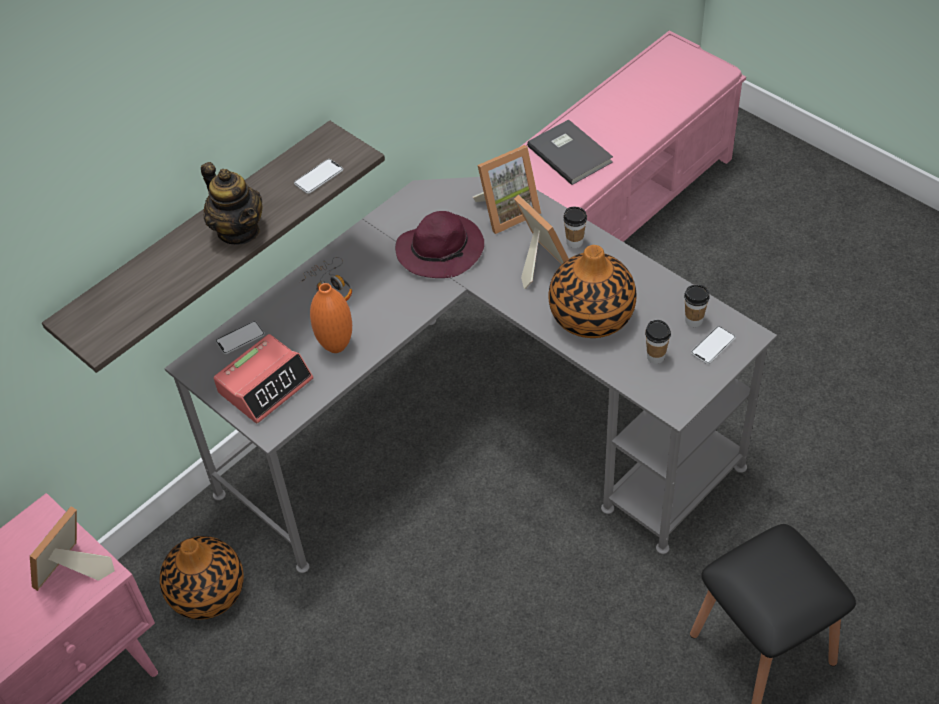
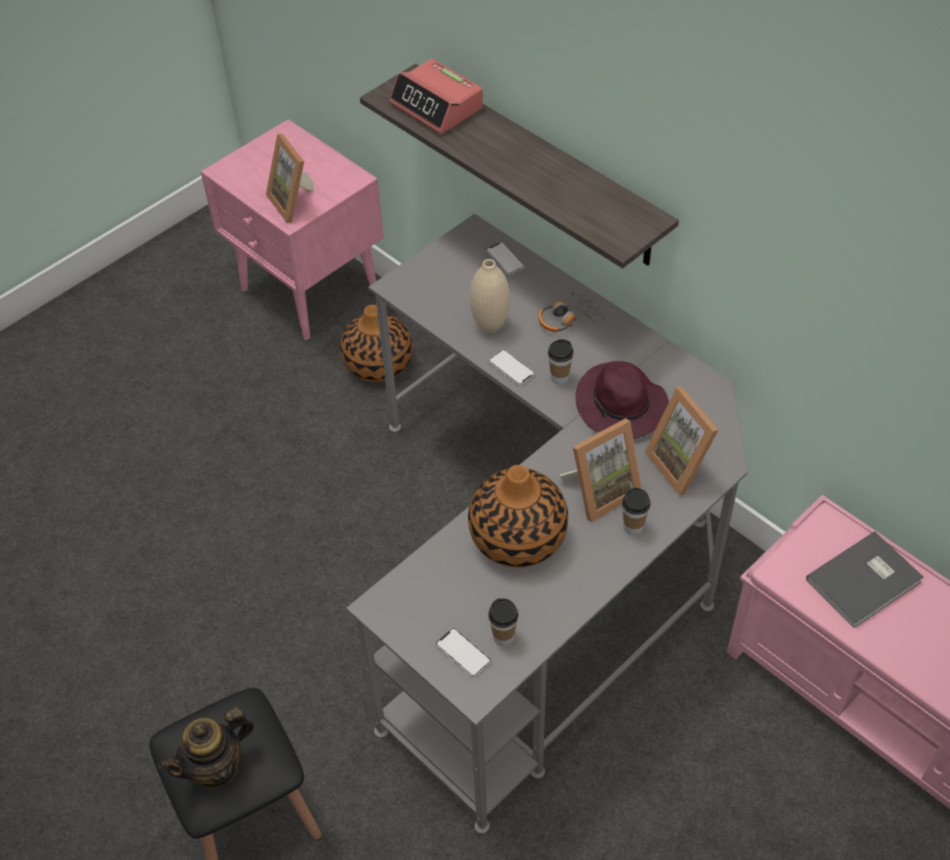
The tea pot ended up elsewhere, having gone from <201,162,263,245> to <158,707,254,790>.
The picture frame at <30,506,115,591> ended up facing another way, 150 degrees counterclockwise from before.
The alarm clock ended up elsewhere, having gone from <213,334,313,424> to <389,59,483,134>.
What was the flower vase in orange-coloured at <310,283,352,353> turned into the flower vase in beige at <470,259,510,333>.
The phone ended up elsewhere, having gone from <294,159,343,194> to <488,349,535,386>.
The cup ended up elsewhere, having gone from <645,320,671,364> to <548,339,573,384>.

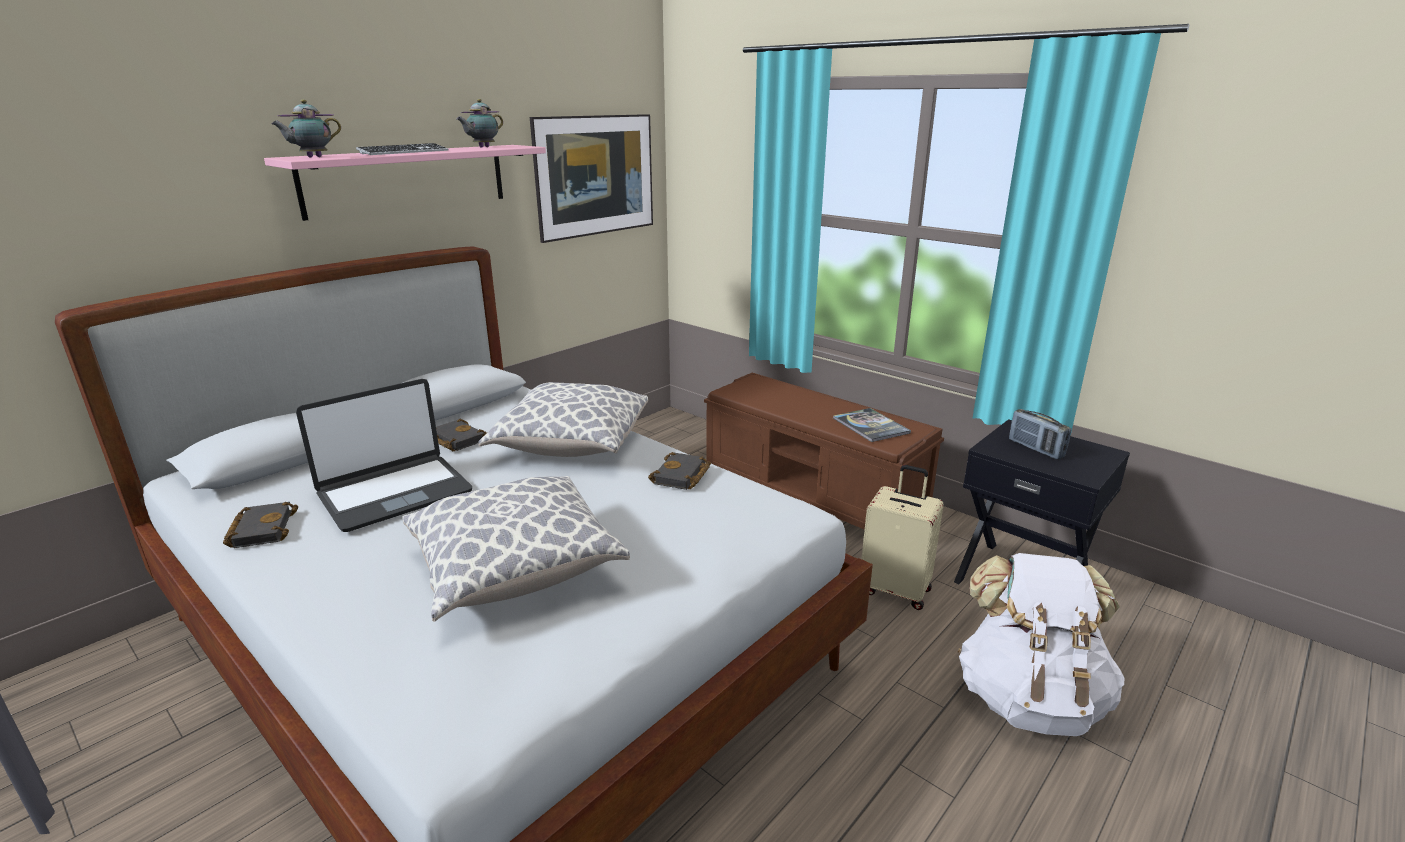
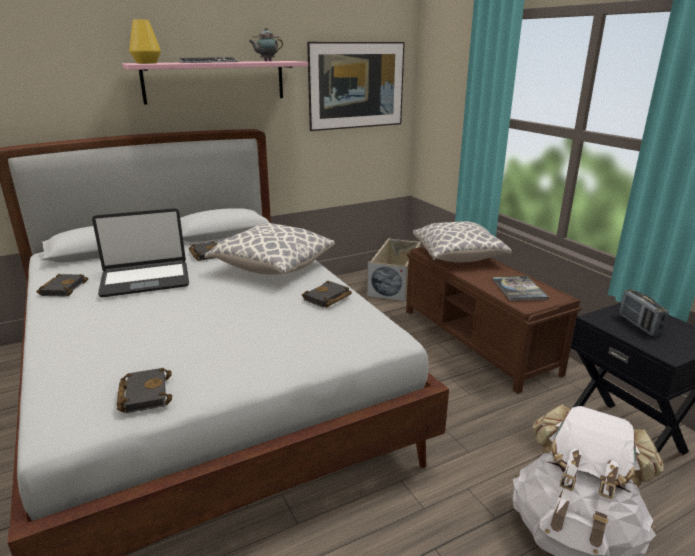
The second view gained the volume in black-coloured at <117,368,172,413>.
Where the tea pot stood at <271,99,341,158>, the flower vase in yellowish came to stand at <129,20,161,64>.
The second view gained the storage box in beige at <367,238,421,302>.
The cushion ended up elsewhere, having gone from <402,476,630,622> to <413,221,512,262>.
The second view lost the suitcase in beige at <862,465,944,610>.

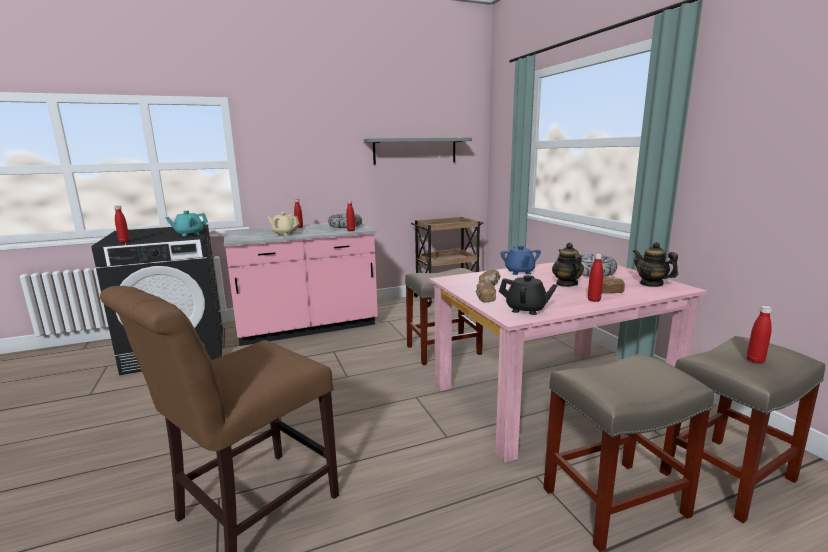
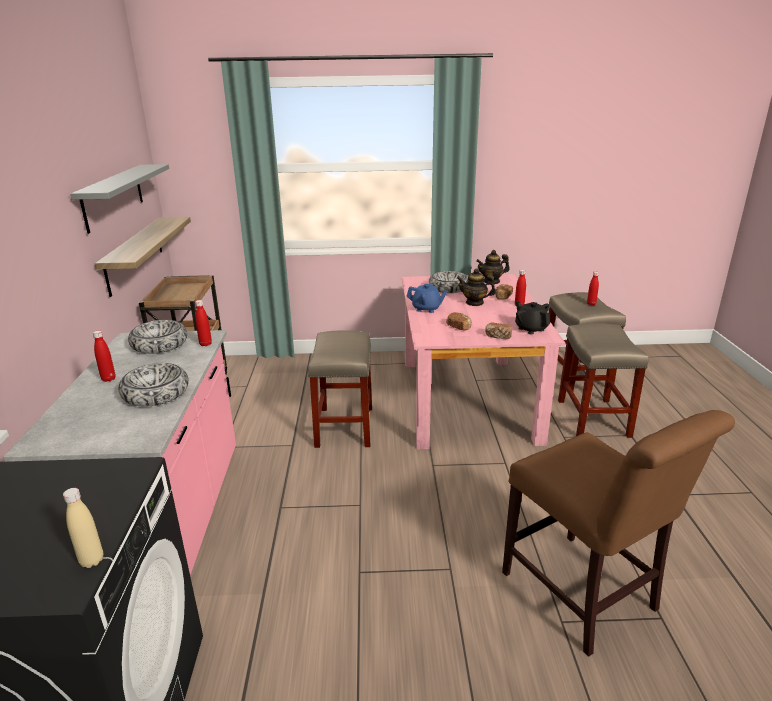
What was the beverage bottle in red-coloured at <114,206,130,243> turned into the beverage bottle in beige at <63,488,103,568>.
The second view gained the bracket shelf at <95,217,191,297>.
Where the tea pot in beige stood at <268,212,299,236>, the bowl came to stand at <118,363,189,406>.
The tea pot in black-coloured at <499,275,558,315> ended up facing another way, 75 degrees counterclockwise from before.
The second view lost the tea pot in turquoise-coloured at <165,211,208,236>.

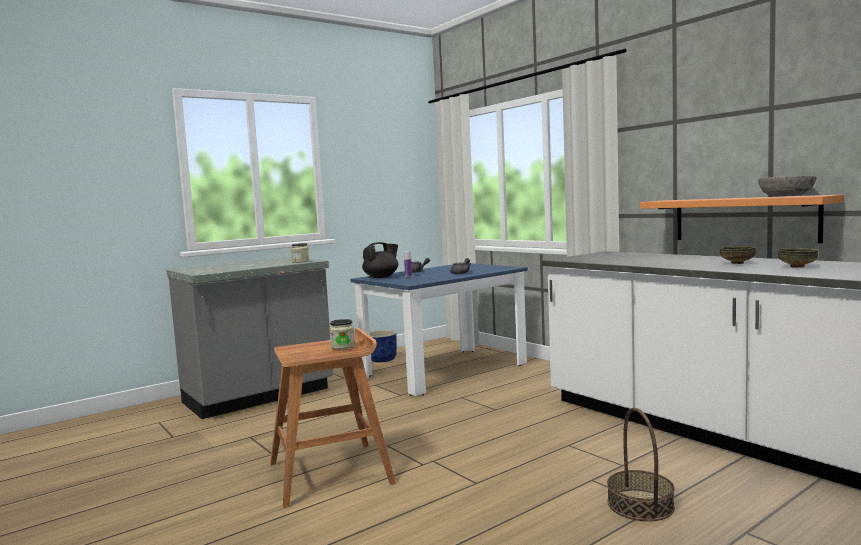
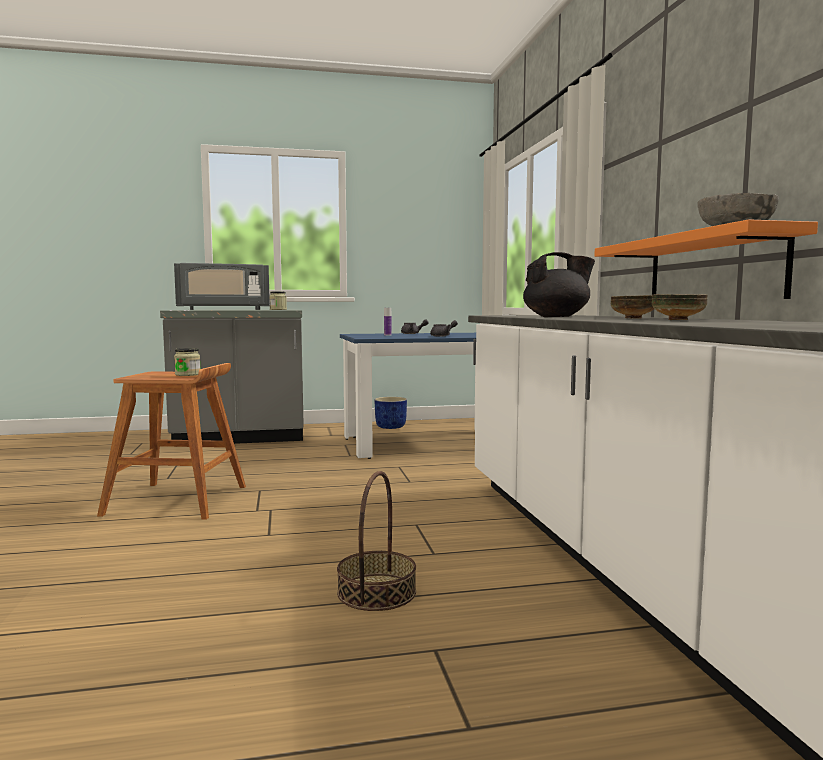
The second view gained the kitchen microwave in grey at <174,263,270,310>.
The tea pot in black-coloured ended up elsewhere, having gone from <362,242,398,278> to <523,252,595,317>.

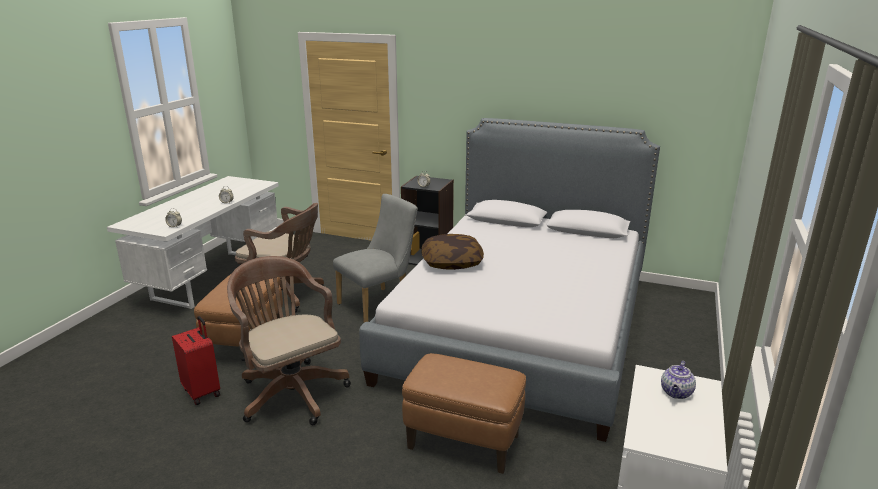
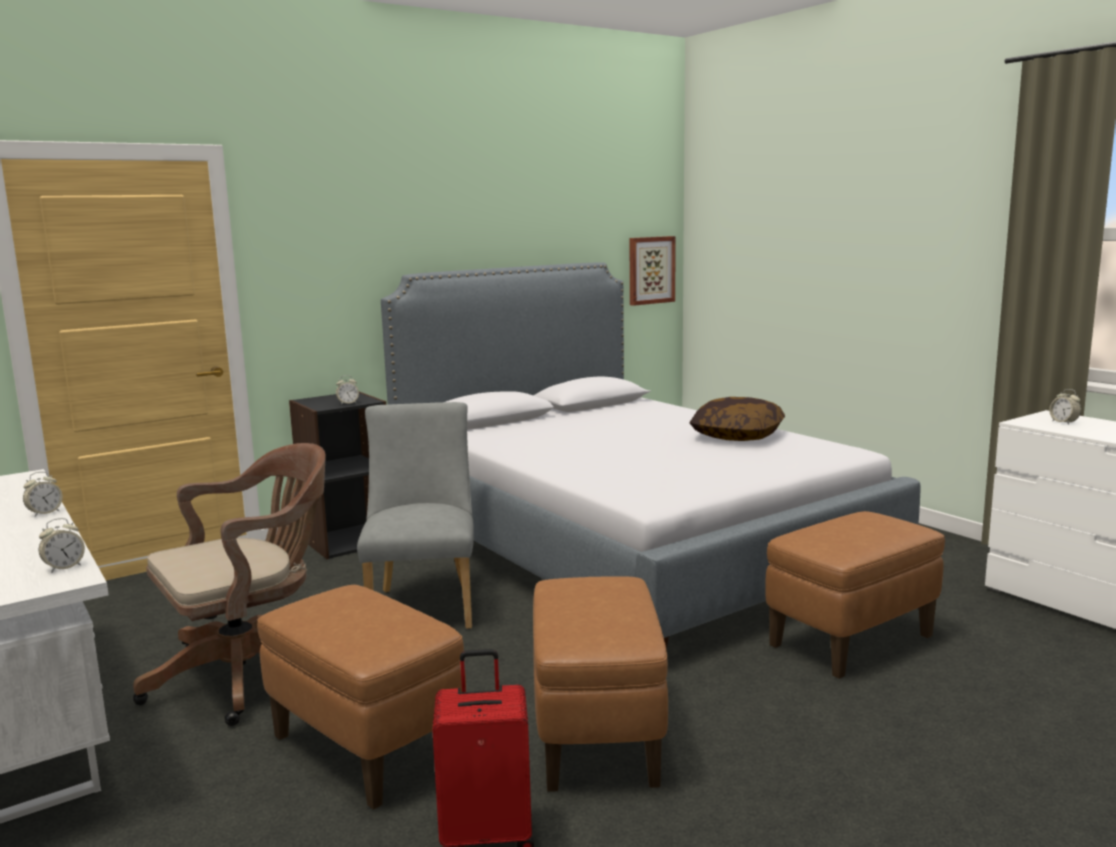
Where the office chair in brown stood at <227,256,351,425>, the pouffe in brown came to stand at <533,576,668,792>.
The second view gained the wall picture at <630,236,676,306>.
The cushion ended up elsewhere, having gone from <421,234,484,270> to <690,397,785,441>.
Where the tea pot stood at <661,361,696,399>, the alarm clock came to stand at <1049,389,1081,425>.

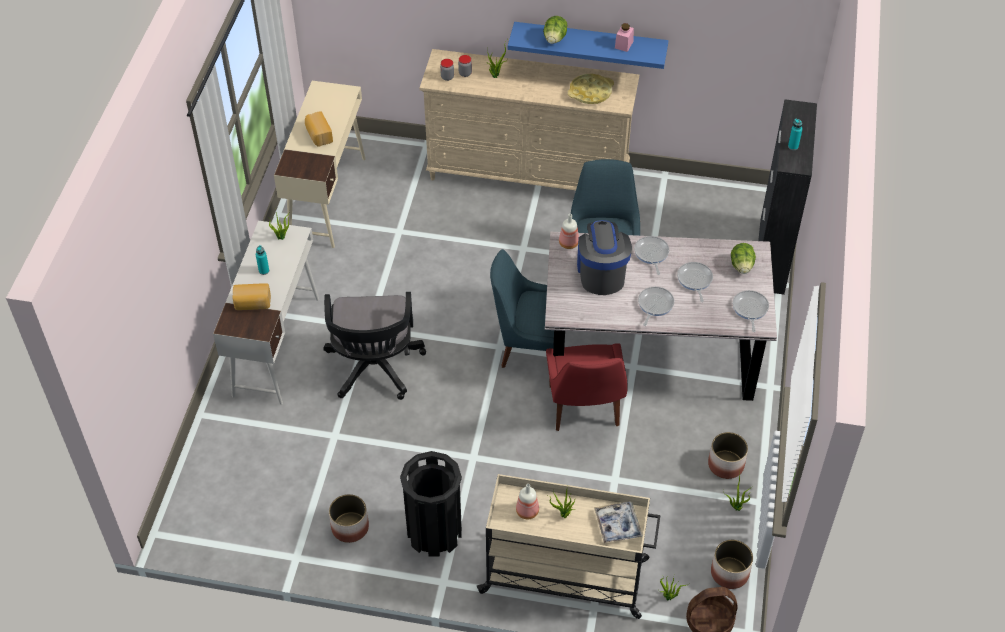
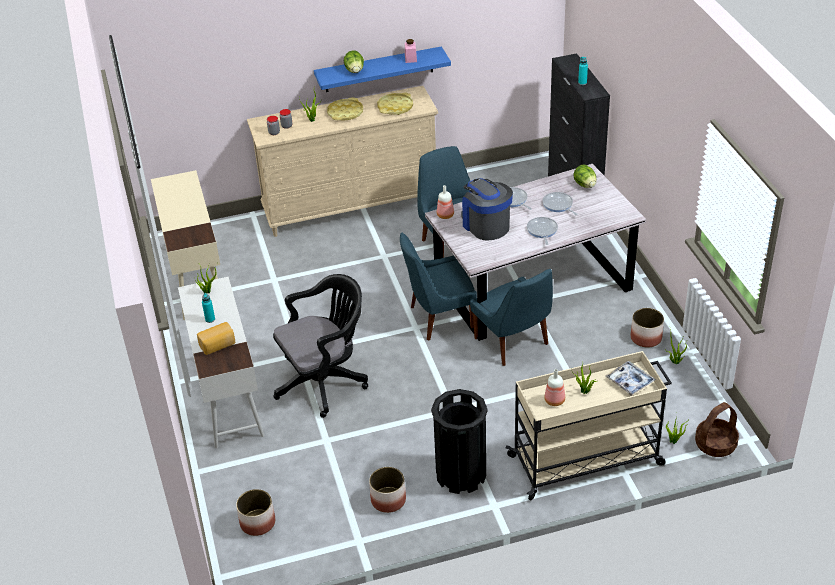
The planter ended up elsewhere, having gone from <711,540,753,589> to <236,489,275,536>.
The office chair in black-coloured at <323,292,426,400> ended up facing another way, 90 degrees counterclockwise from before.
The second view gained the carrying tray in yellowish at <327,97,363,121>.
What was the plain chair in red-coloured at <546,343,628,431> turned into the plain chair in bluish at <470,269,553,366>.
The second view lost the bread at <305,111,333,147>.
The second view lost the frying pan at <733,290,769,332>.

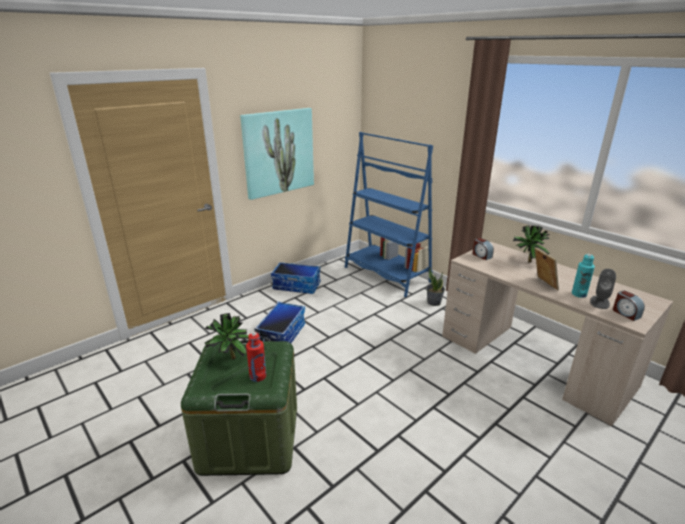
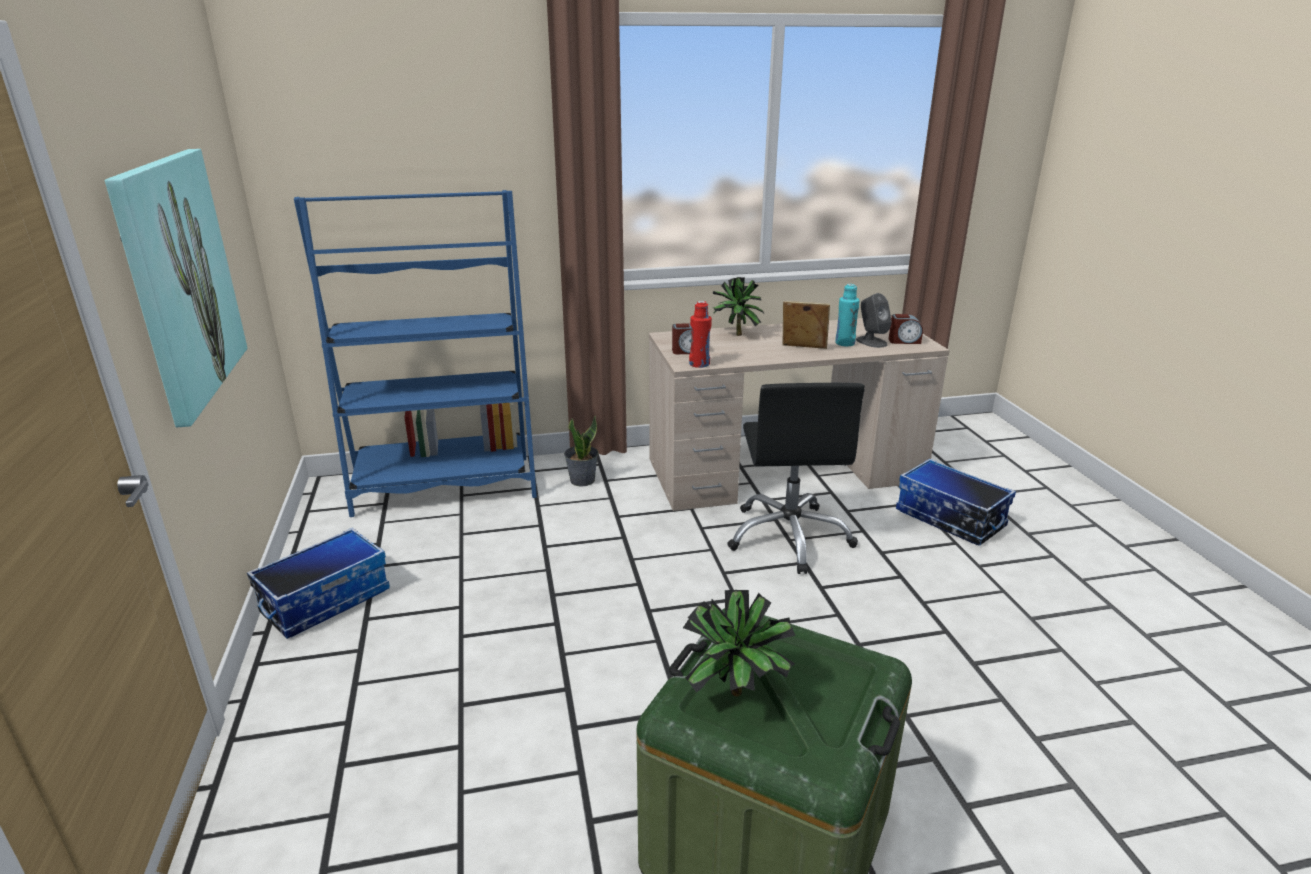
The beverage bottle in red-coloured ended up elsewhere, having gone from <246,332,266,382> to <689,301,712,368>.
The second view gained the office chair in black-coloured at <727,383,865,574>.
The storage box ended up elsewhere, having gone from <254,301,305,343> to <896,459,1016,546>.

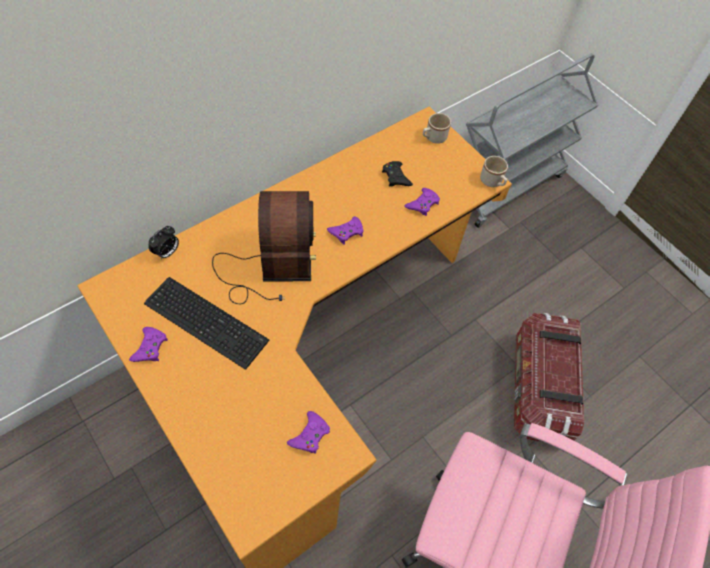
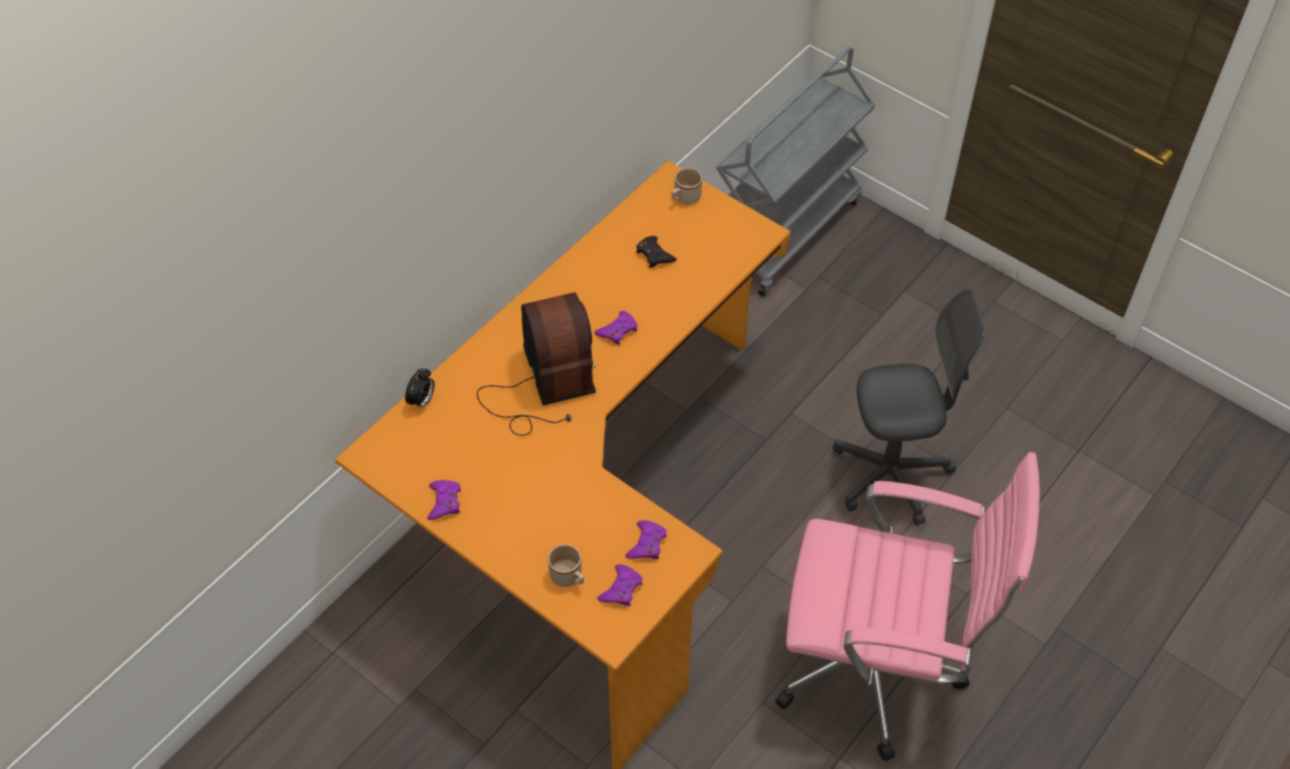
The coffee mug in beige ended up elsewhere, having gone from <480,156,508,187> to <548,544,584,587>.
The game controller in purple ended up elsewhere, having gone from <404,188,440,216> to <597,564,643,606>.
Where the storage box stood at <514,313,584,442>, the office chair in grey came to stand at <833,289,985,526>.
The second view lost the computer keyboard at <144,277,269,370>.

